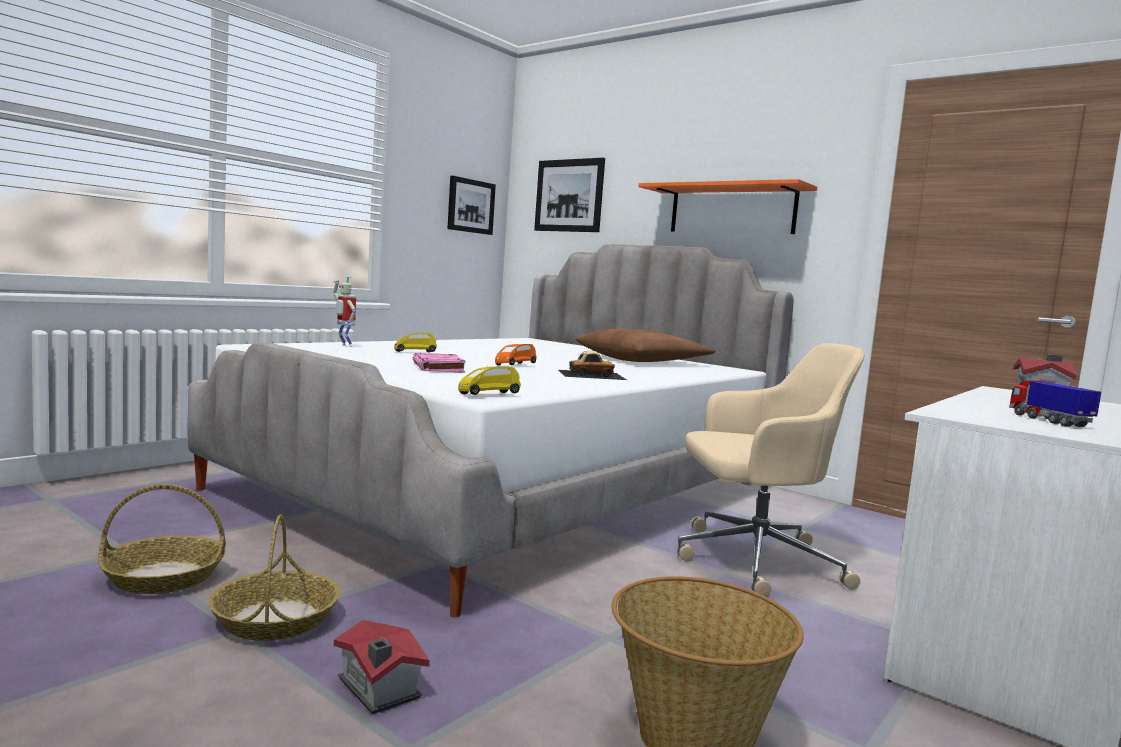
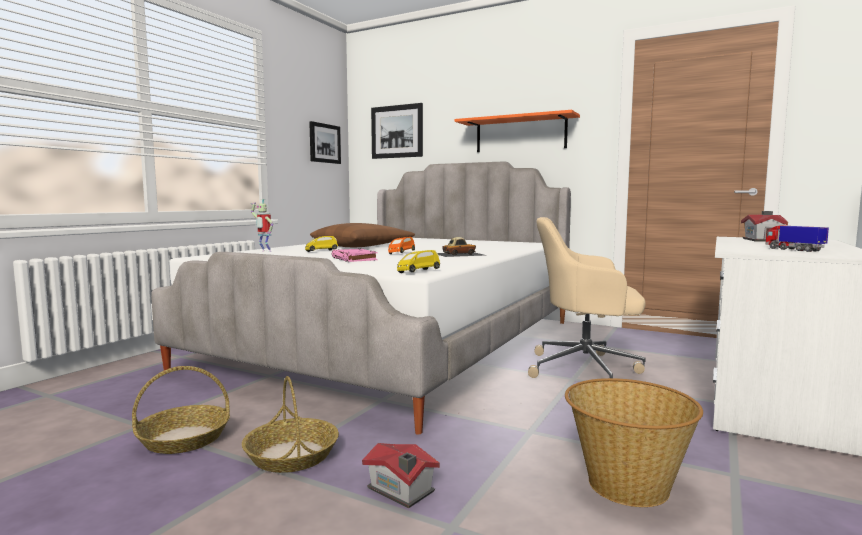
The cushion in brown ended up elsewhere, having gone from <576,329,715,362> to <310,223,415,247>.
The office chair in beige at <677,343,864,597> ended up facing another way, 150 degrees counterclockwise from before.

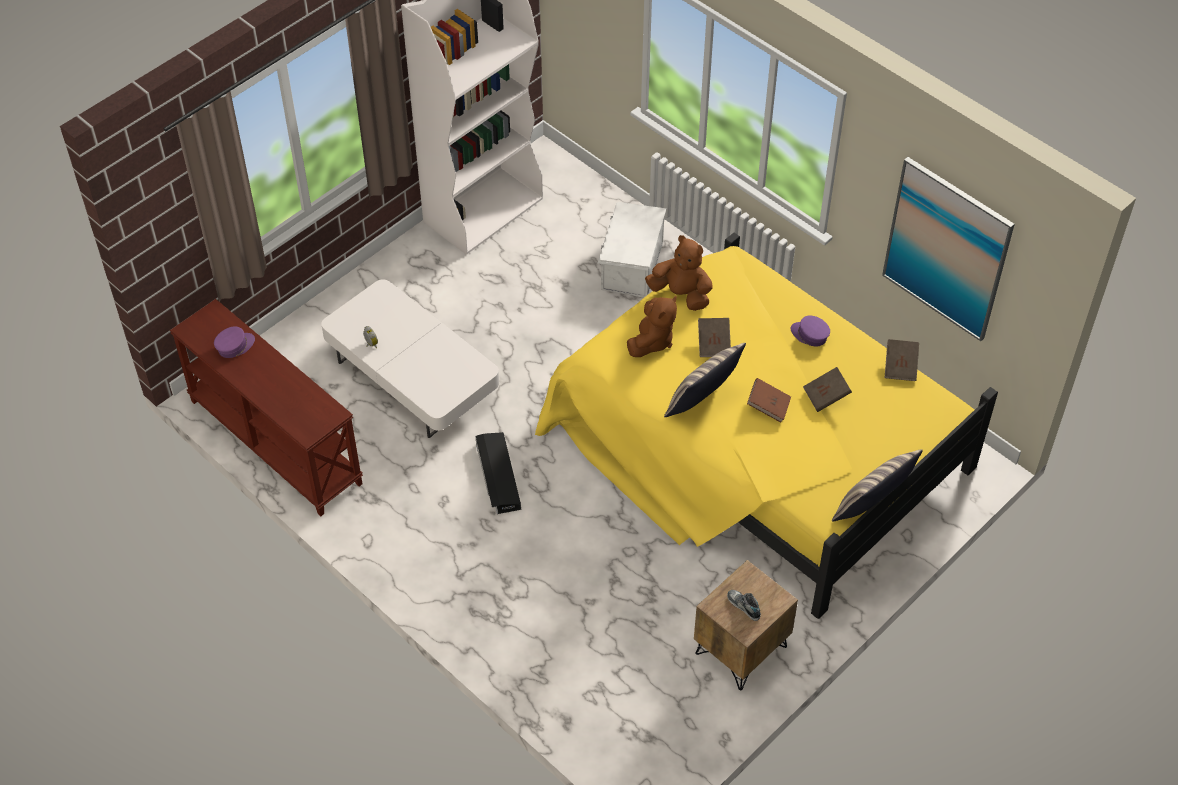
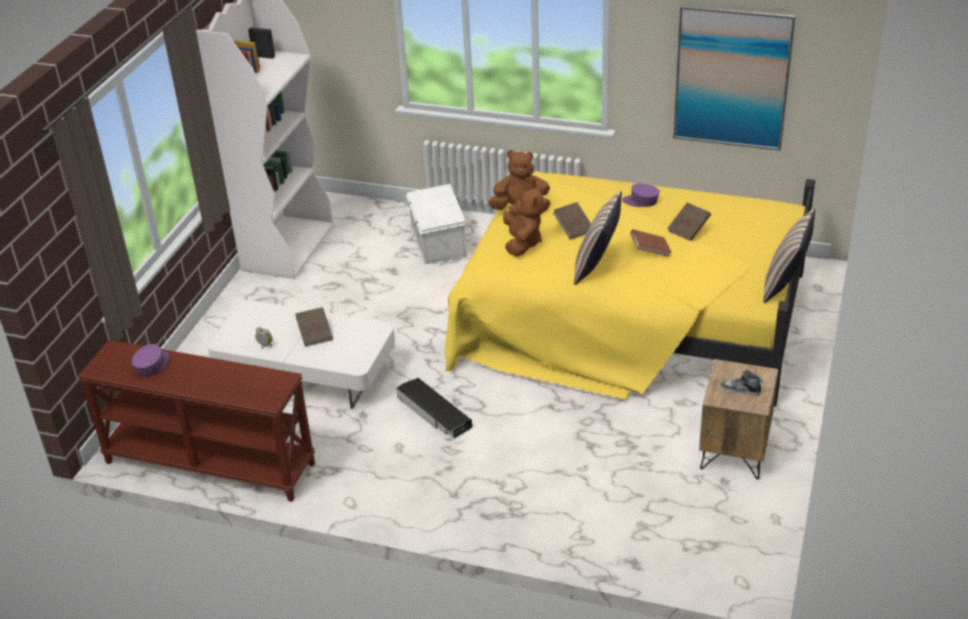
The volume in brown ended up elsewhere, having gone from <885,339,919,381> to <295,307,333,346>.

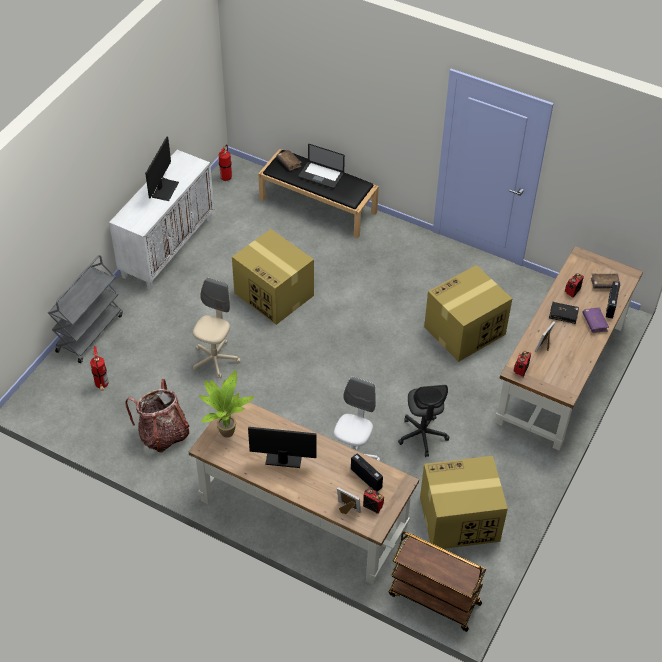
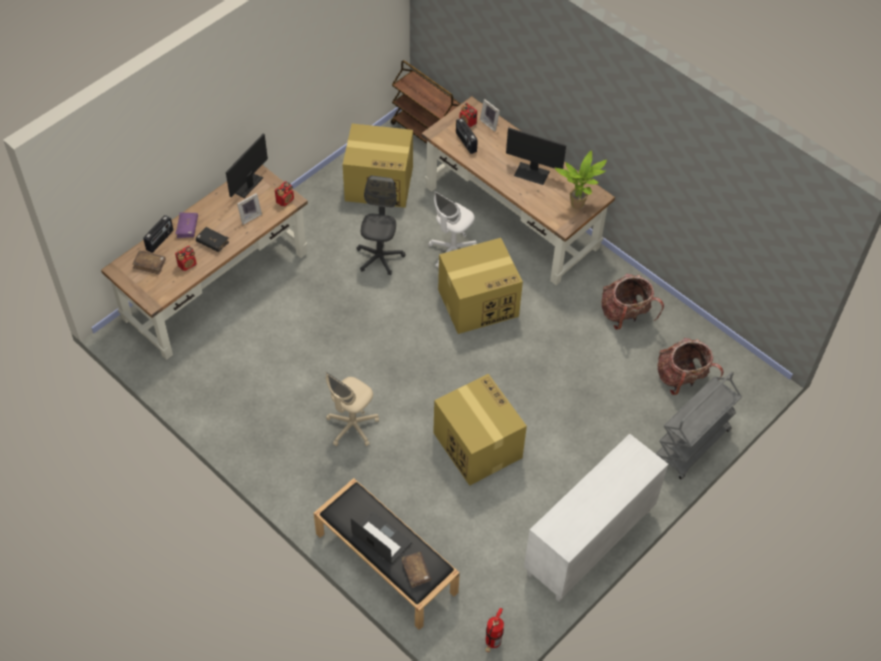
The monitor ended up elsewhere, having gone from <145,136,179,201> to <226,133,268,198>.
The office chair in beige ended up elsewhere, having gone from <193,278,241,379> to <325,372,379,446>.
The packing box ended up elsewhere, having gone from <424,265,512,362> to <438,238,523,334>.
Where the extinguisher stood at <90,346,108,391>, the backpack came to stand at <657,338,723,395>.

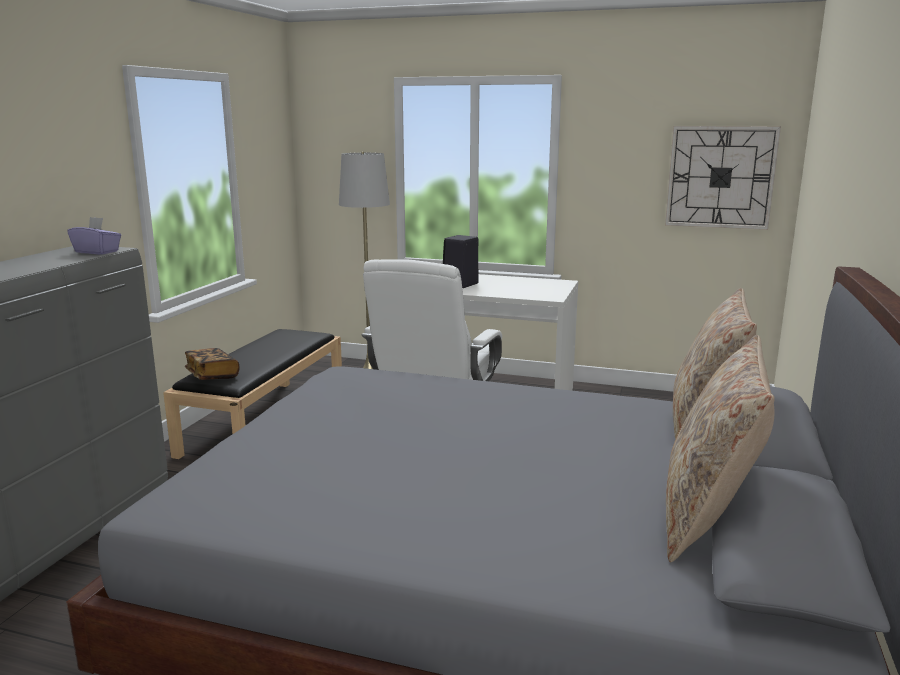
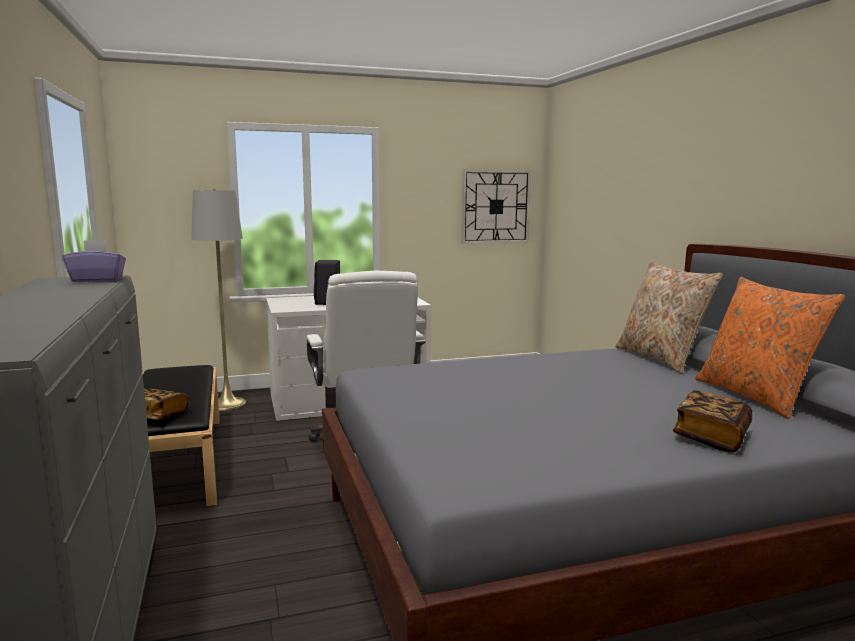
The second view gained the volume at <673,390,752,452>.
What was the cushion in beige at <666,335,775,562> turned into the cushion in orange-coloured at <695,277,845,419>.

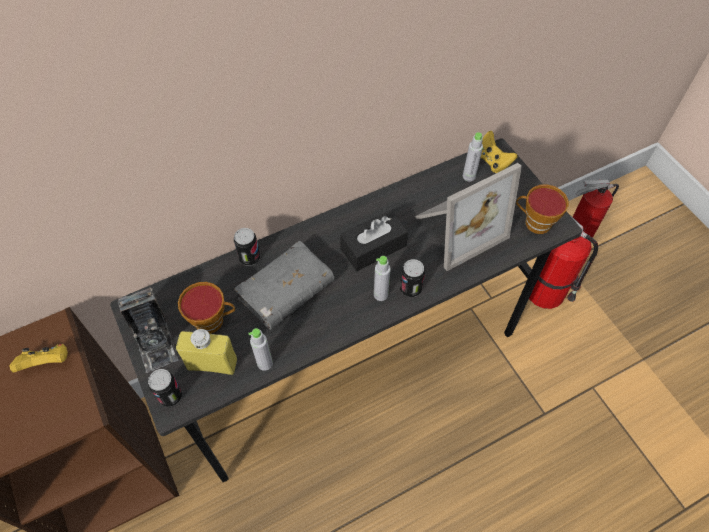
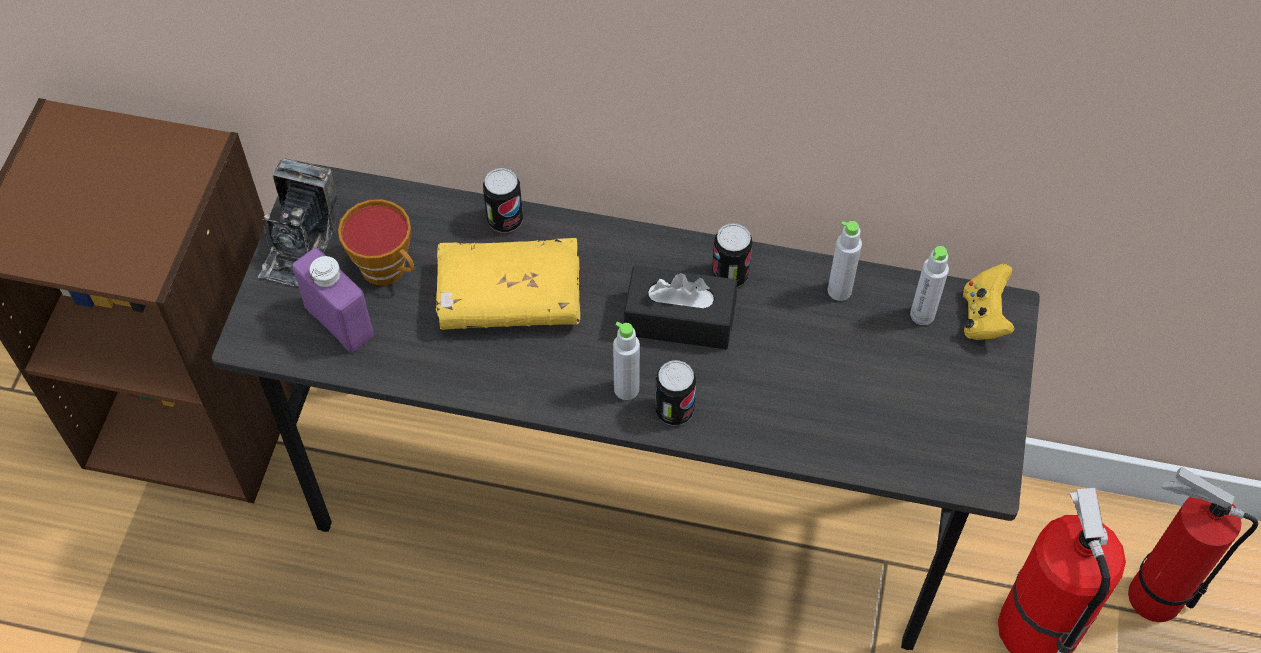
What was the beverage bottle in yellowish at <176,329,237,375> turned into the beverage bottle in purple at <292,248,374,353>.
What was the volume in grey at <234,241,335,330> turned into the volume in yellowish at <436,238,580,330>.
The can ended up elsewhere, having gone from <148,369,182,407> to <712,223,753,287>.
The beverage bottle in grey ended up elsewhere, having gone from <248,328,273,371> to <827,221,862,301>.
The second view lost the game controller in yellowish at <9,344,68,373>.
The second view lost the picture frame at <415,163,522,271>.
The second view lost the cup at <516,184,569,234>.

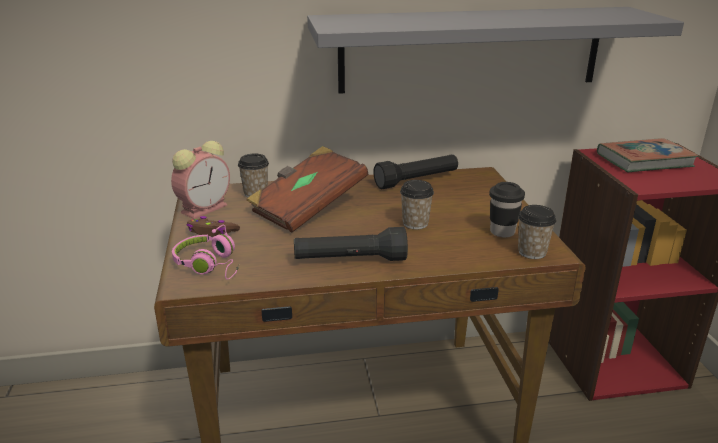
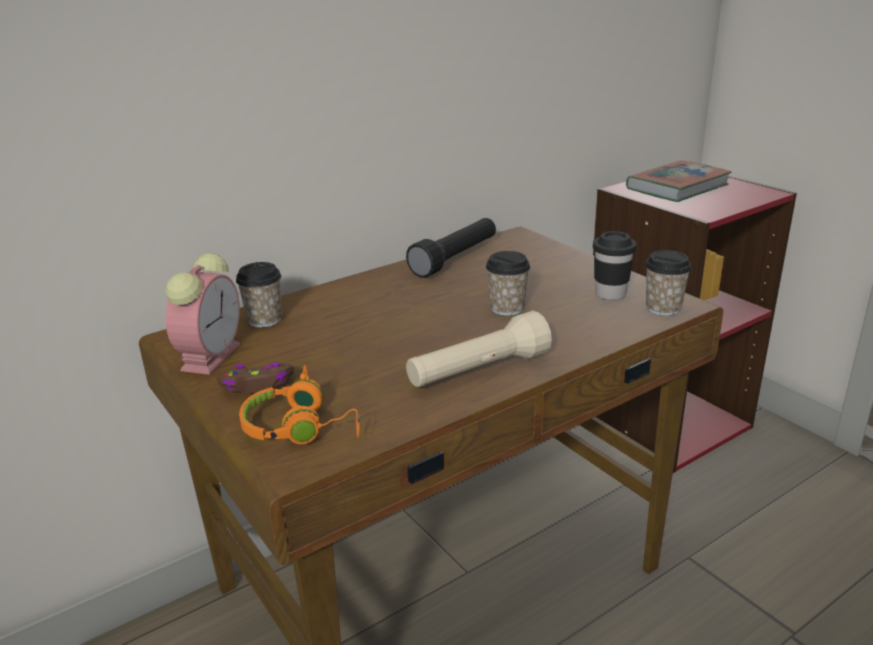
What was the headset in pink at <172,225,239,280> turned into the headset in orange-coloured at <239,365,360,444>.
What was the flashlight in black-coloured at <294,227,408,261> turned into the flashlight in beige at <406,311,552,387>.
The second view lost the volume in brown at <246,146,368,233>.
The second view lost the bracket shelf in grey at <307,7,684,94>.

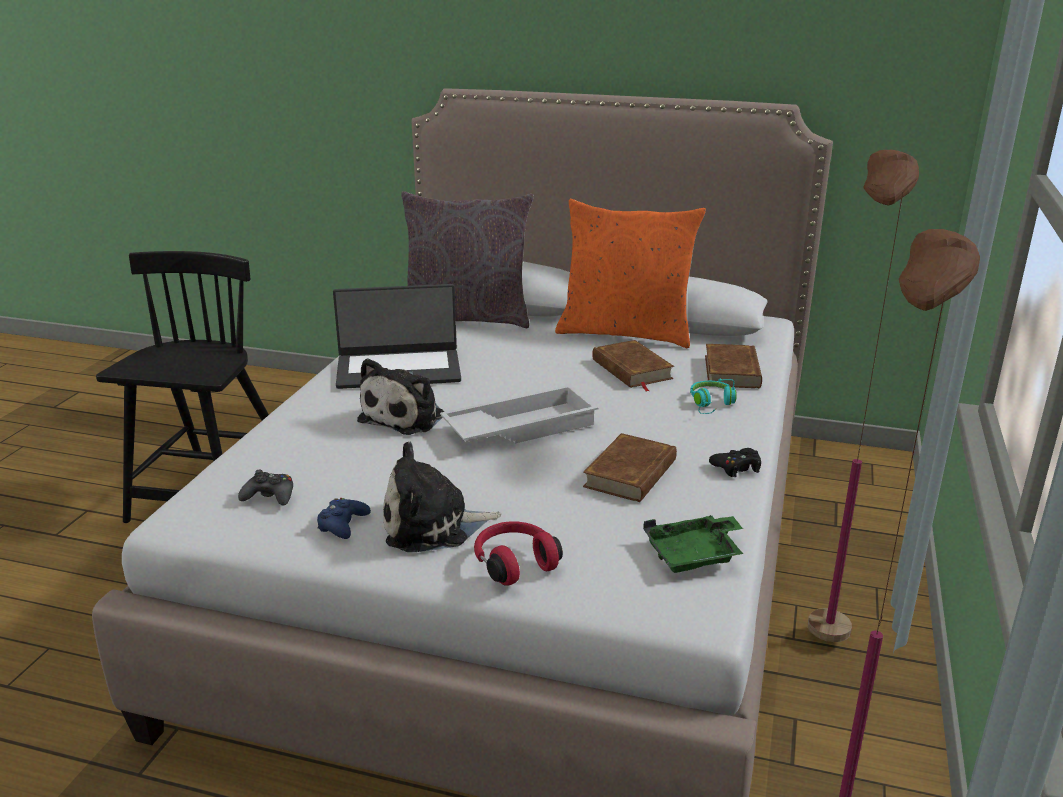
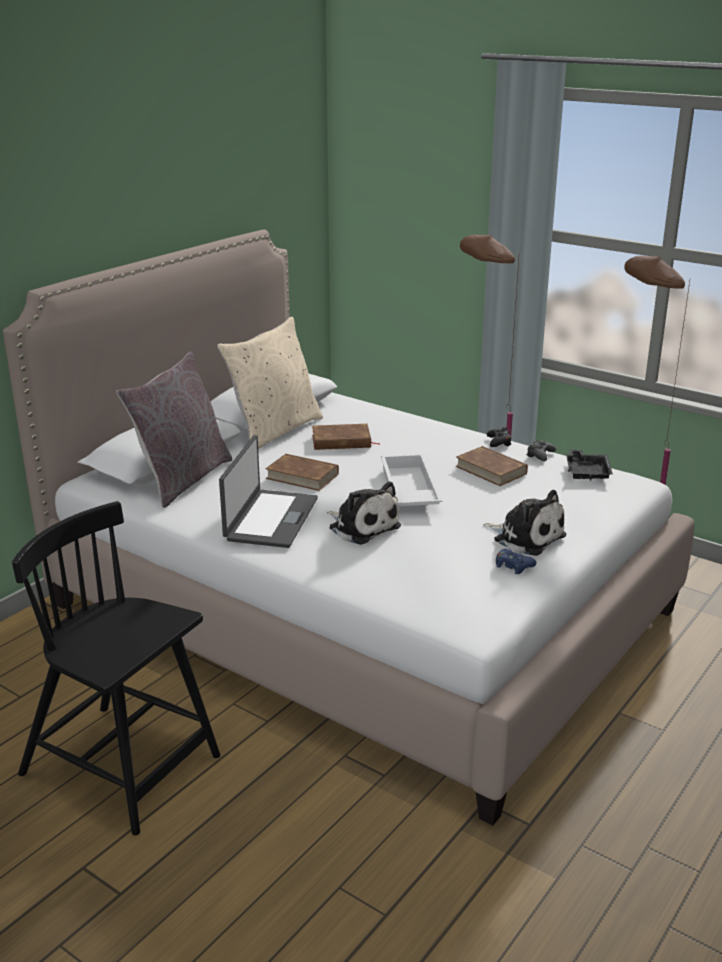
What was the cushion in orange-coloured at <555,199,706,348> turned into the cushion in beige at <217,317,323,450>.
The volume in brown ended up elsewhere, having gone from <705,344,762,388> to <266,454,339,491>.
The cuddly toy at <383,442,501,552> ended up facing another way, 60 degrees counterclockwise from before.
The game controller in black-coloured ended up elsewhere, having gone from <238,470,293,505> to <527,440,556,461>.
What was the carrying tray in green-coloured at <643,516,743,573> turned into the carrying tray in black-coloured at <566,449,613,481>.
The second view lost the headset in red-coloured at <474,521,563,586>.
The second view lost the headset in turquoise-coloured at <690,379,737,414>.

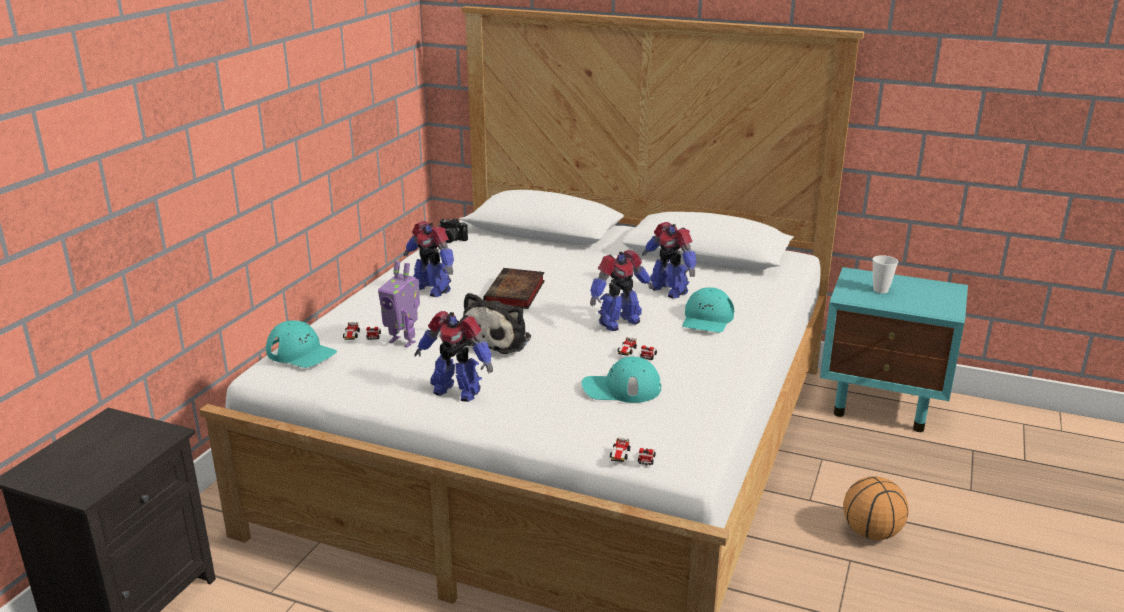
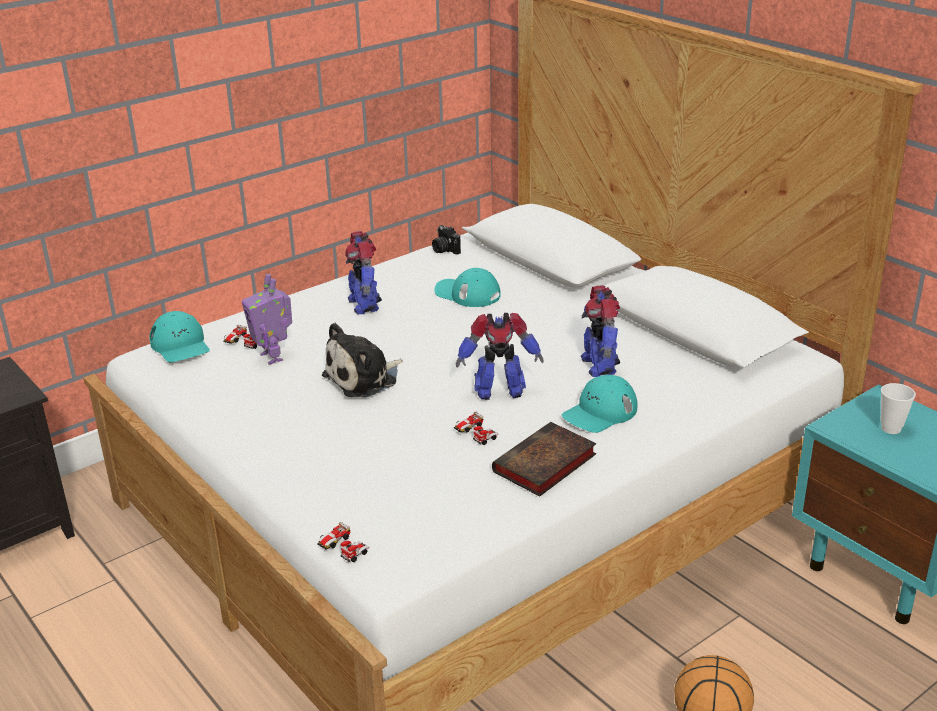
The cap in turquoise-coloured ended up elsewhere, having gone from <582,357,661,403> to <434,268,501,307>.
The volume ended up elsewhere, having gone from <483,268,545,309> to <492,422,597,497>.
The second view lost the model robot at <414,311,493,402>.

